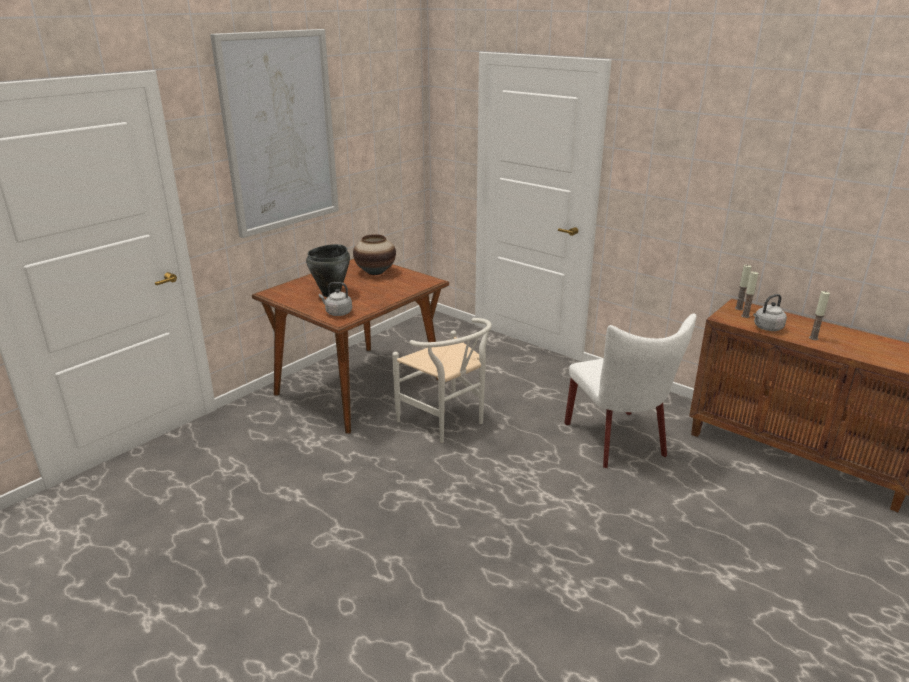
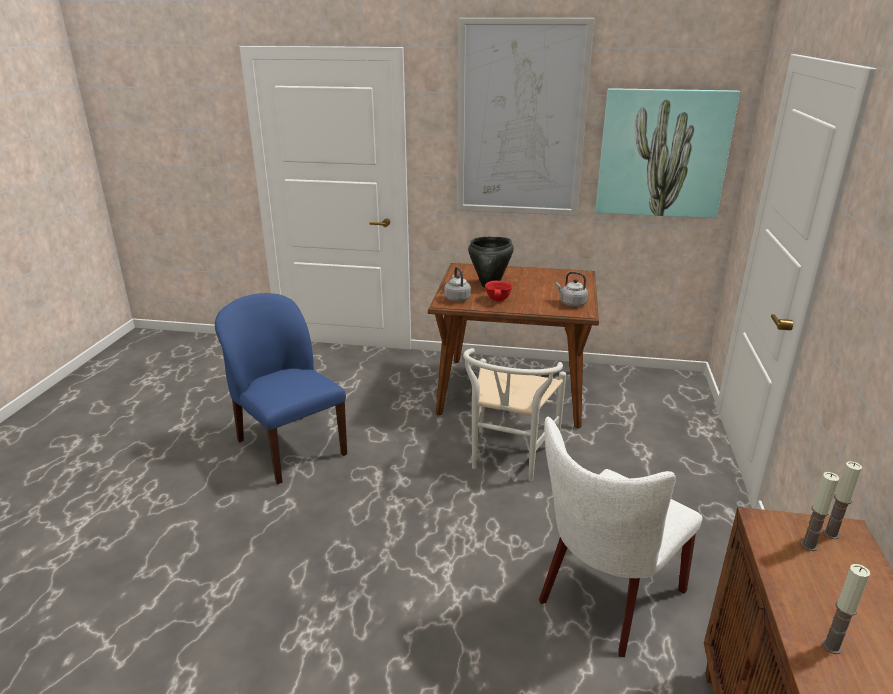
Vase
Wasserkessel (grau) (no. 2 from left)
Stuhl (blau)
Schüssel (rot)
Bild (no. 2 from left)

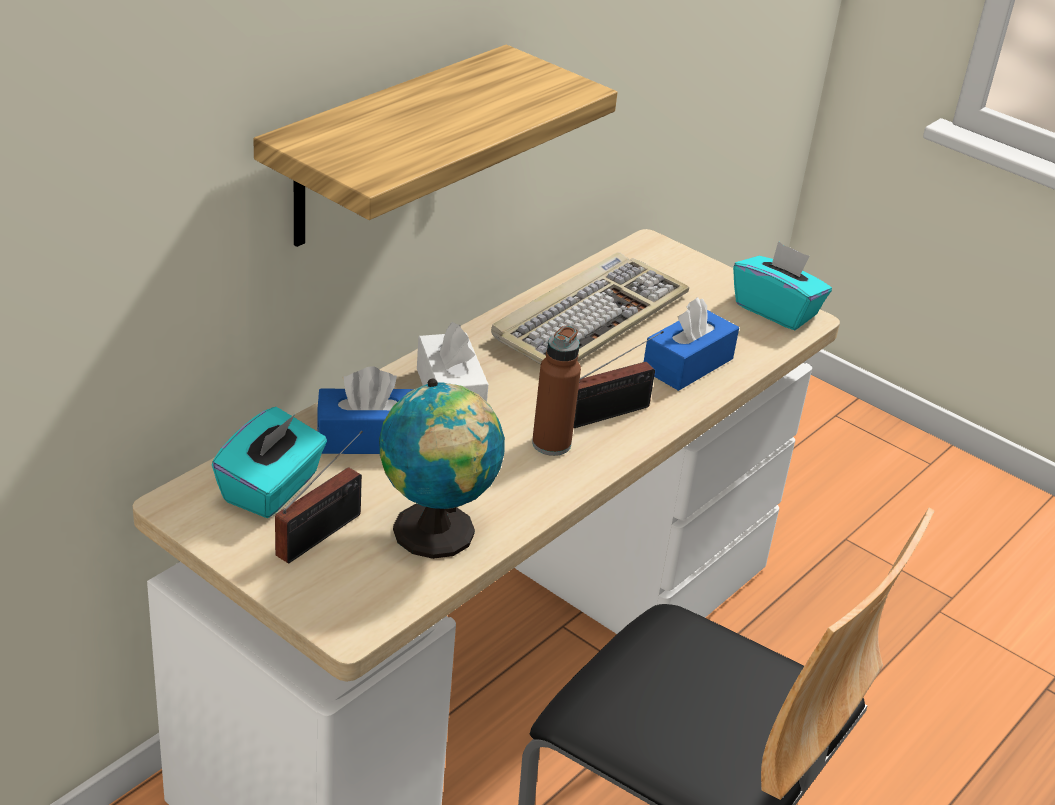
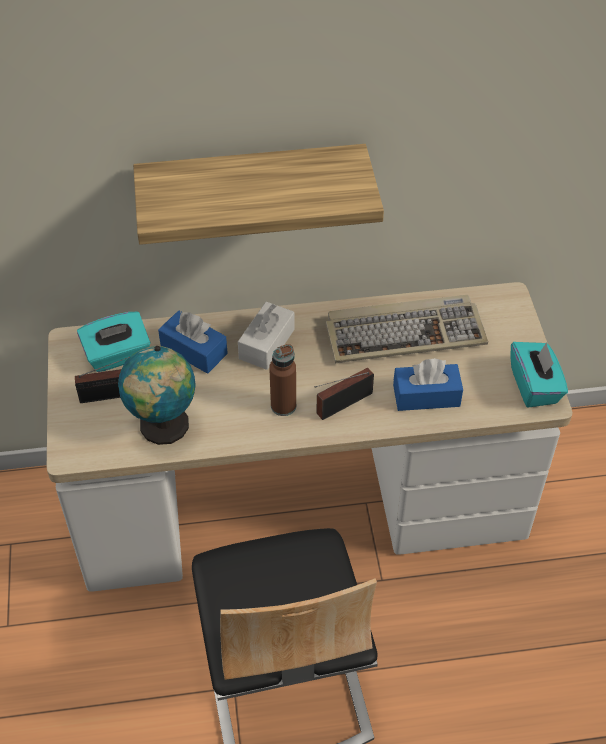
Radio (no. 2 from left)

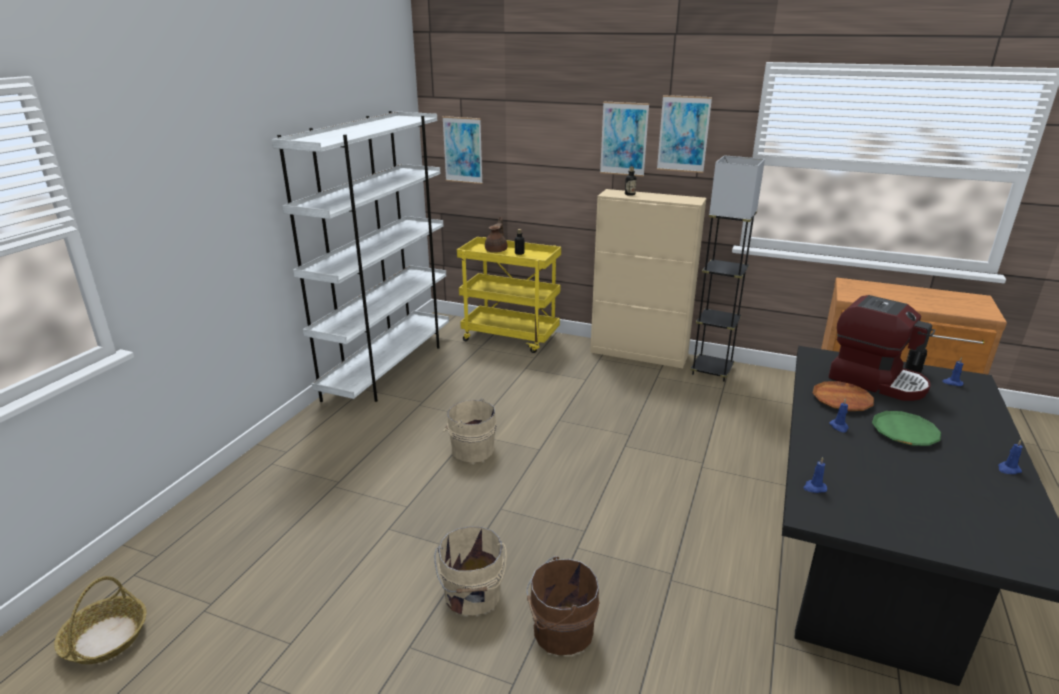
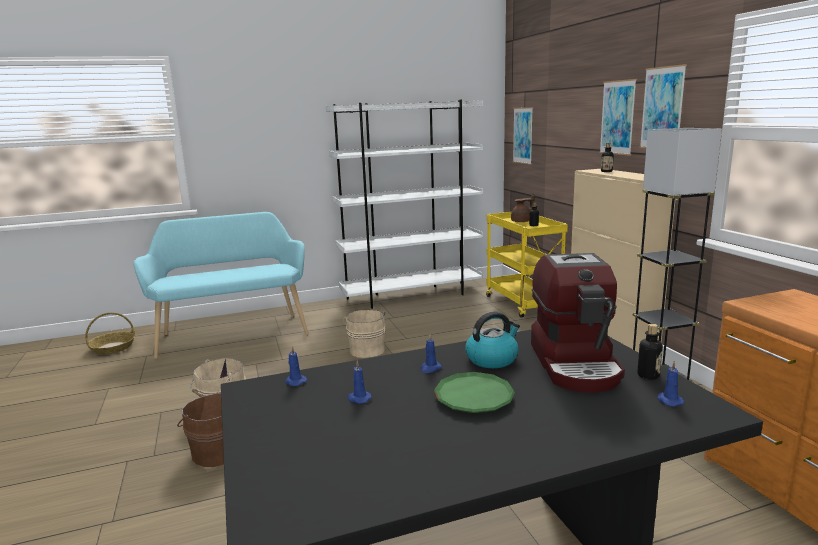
Wasserkessel
Kerze (blau) (no. 2 from left)
Bank (türkis)

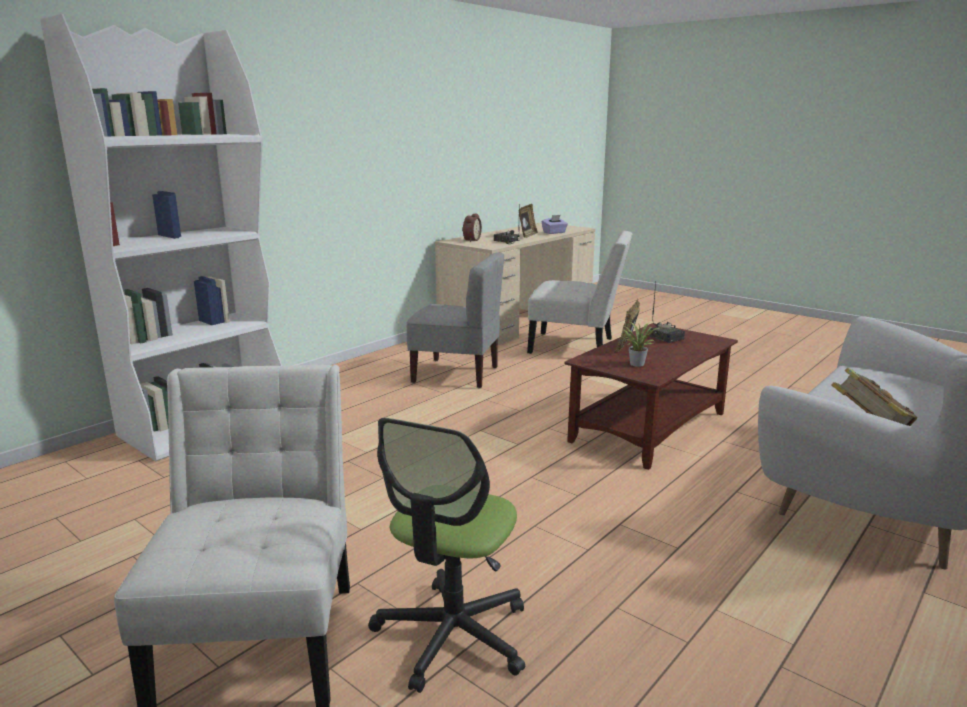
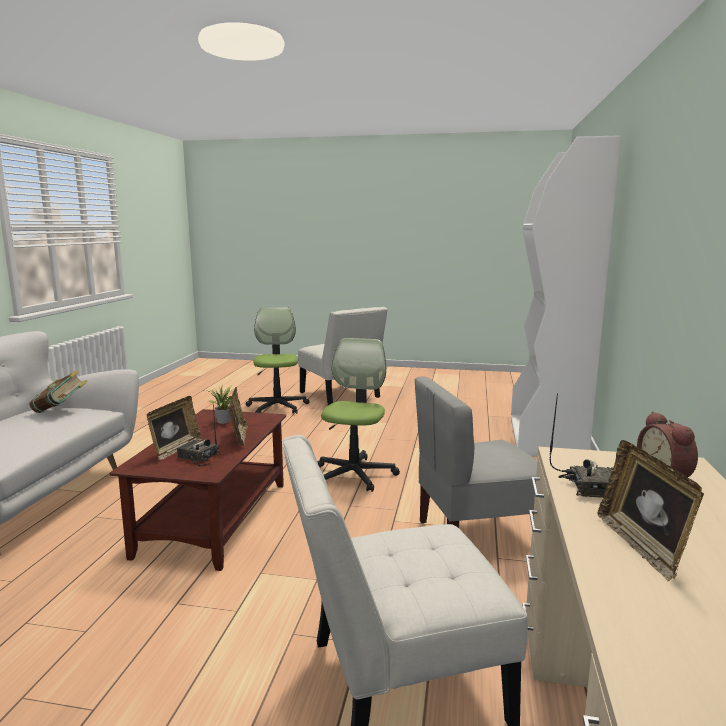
Taschentuchbox (lila)
Bilderrahmen (no. 1 from left)
Bürostuhl (no. 2 from left)

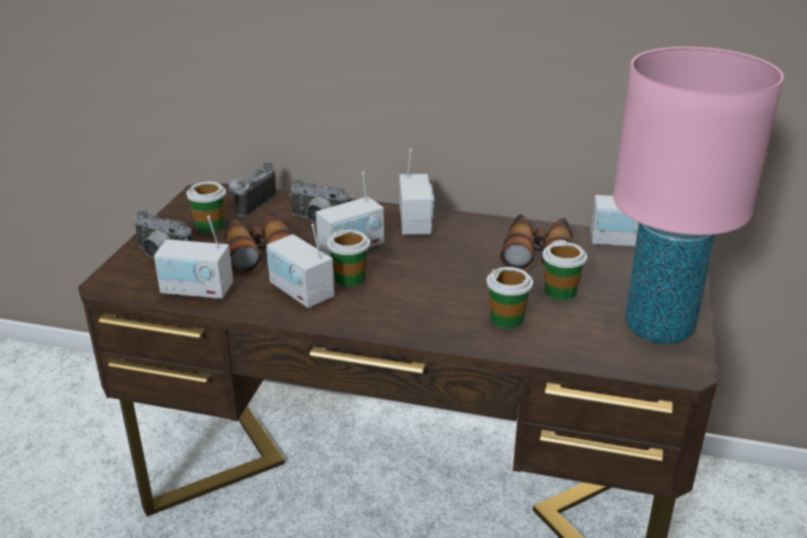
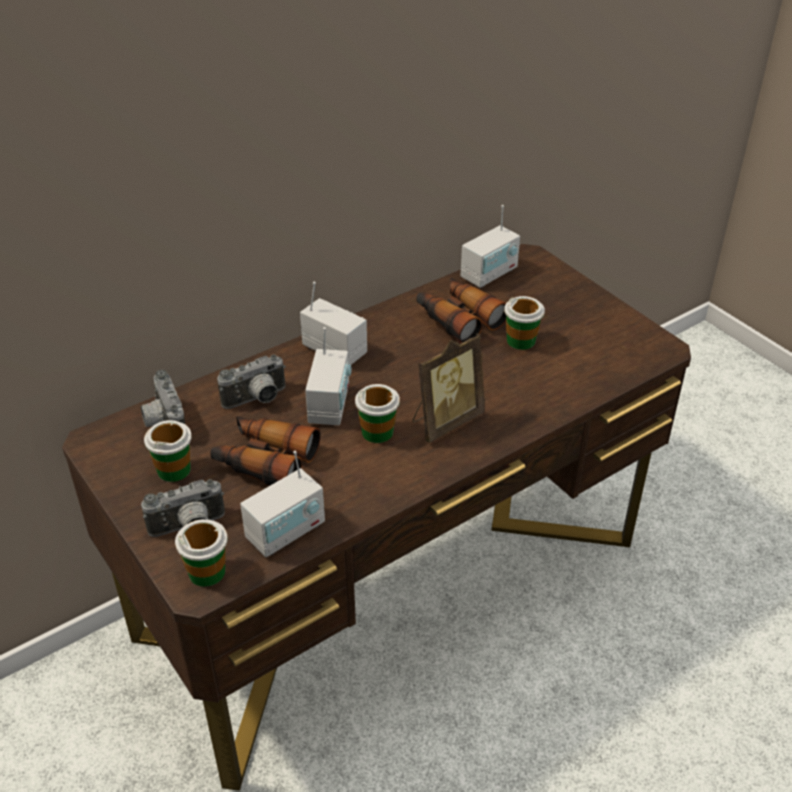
Radio (no. 2 from left in the first image)
Tasse (no. 2 from left)
Tischlampe (rosa)
Bilderrahmen

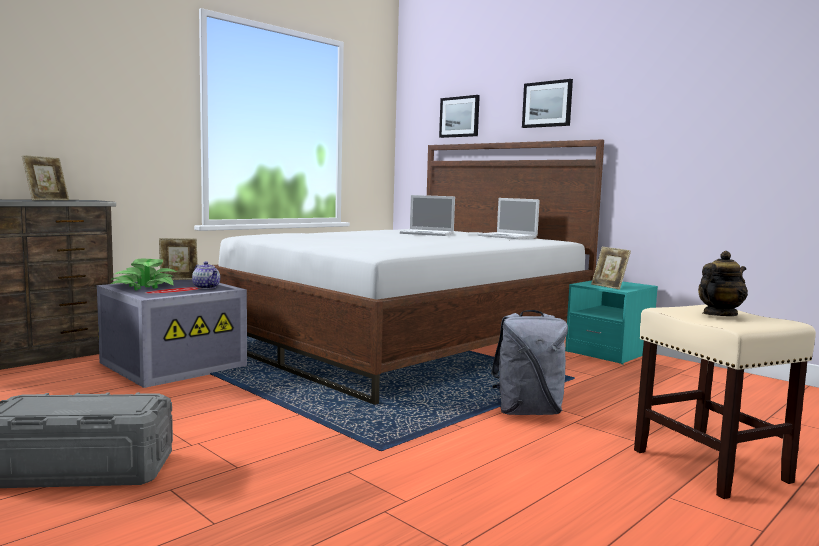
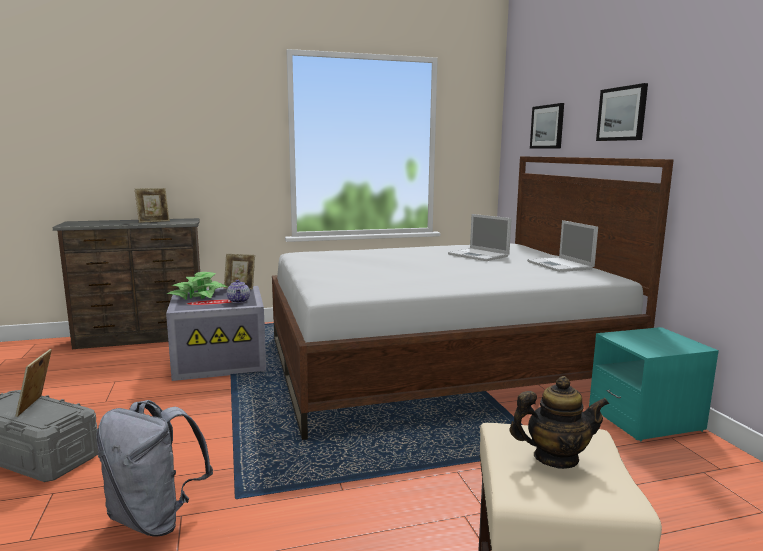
Rucksack (grau)
Bilderrahmen (no. 1 from left)

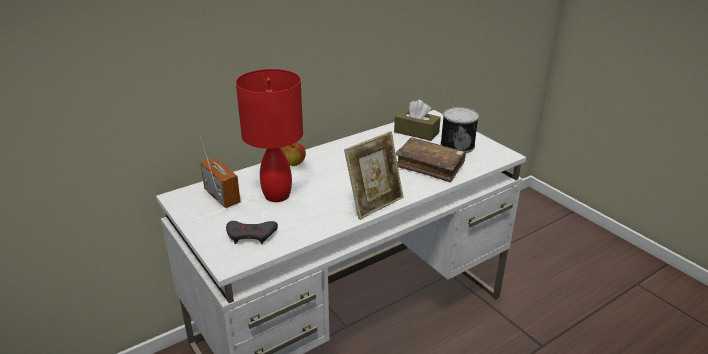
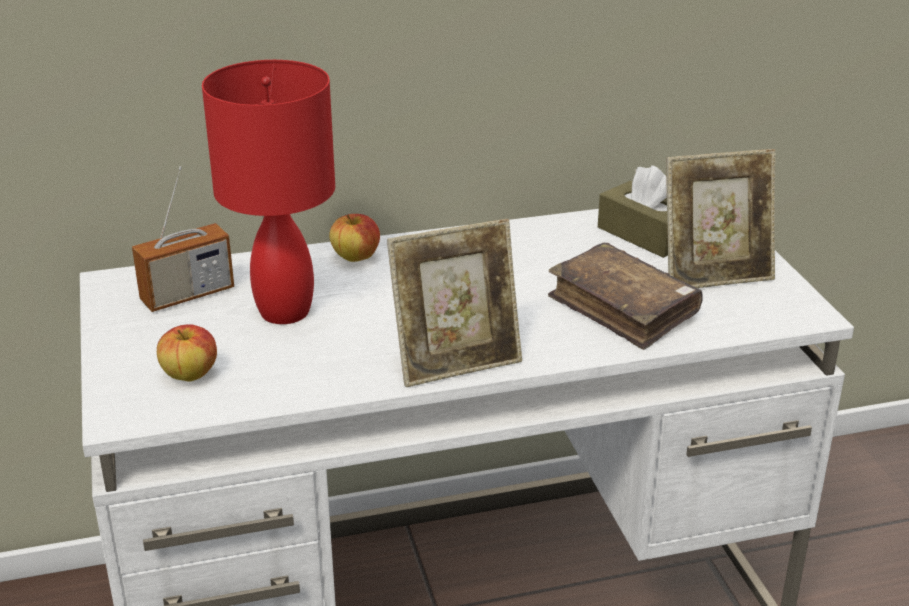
Radio
Apfel (no. 1 from left)
Bilderrahmen (no. 2 from left)

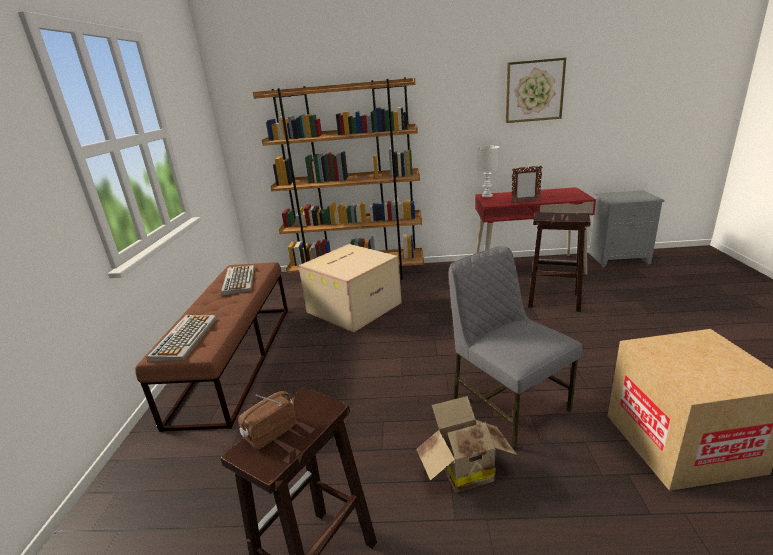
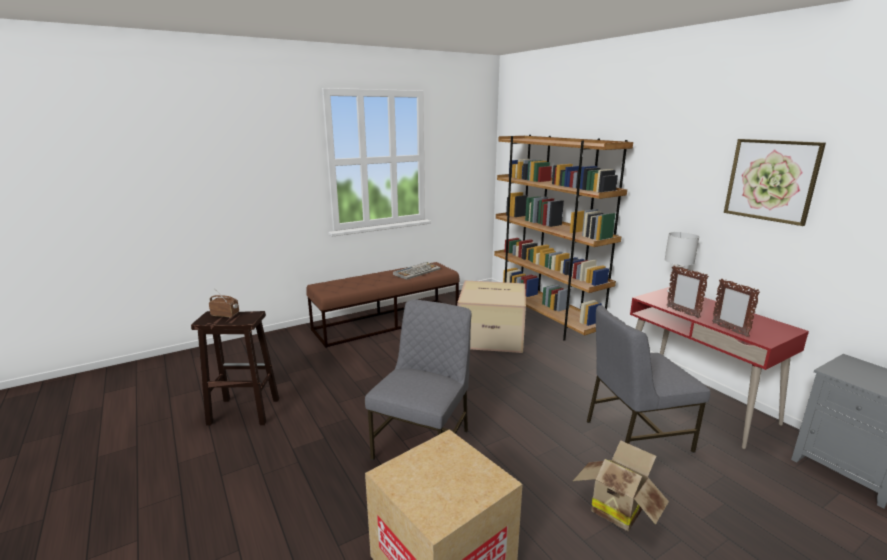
Tastatur (no. 1 from left in the first image)
Karton (no. 3 from left)
Stuhl (grau) (no. 2 from left)
Bilderrahmen (no. 2 from left)

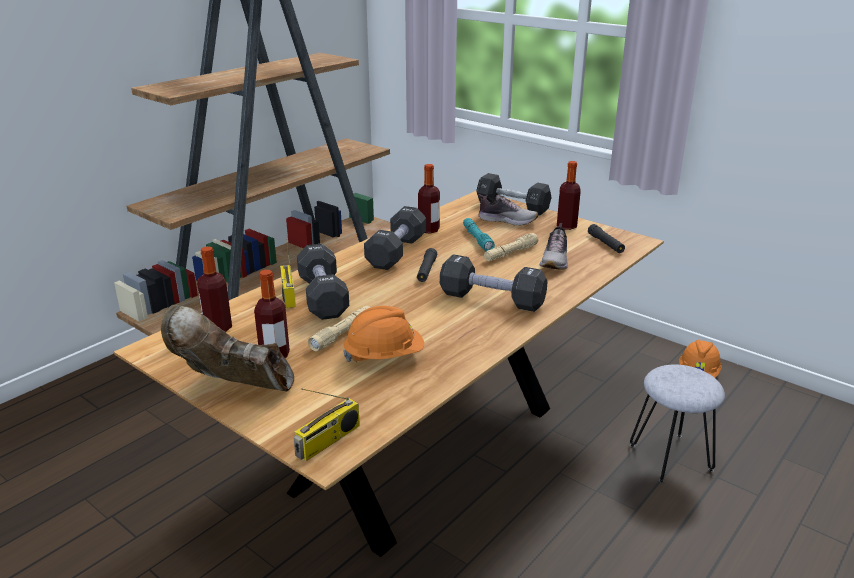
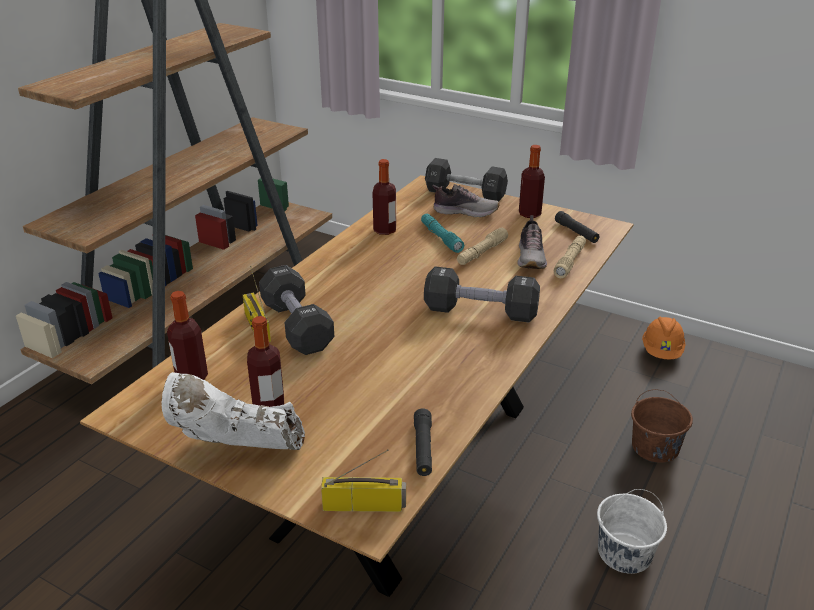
Stiefel (weiß)
Radio (no. 2 from left)
Taschenlampe (beige) (no. 2 from left)
Schutzhelm (orange) (no. 1 from left in the first image)
Hantel (schwarz) (no. 2 from left in the first image)
Taschenlampe (schwarz) (no. 1 from left)
Eimer (braun)
Eimer (weiß)

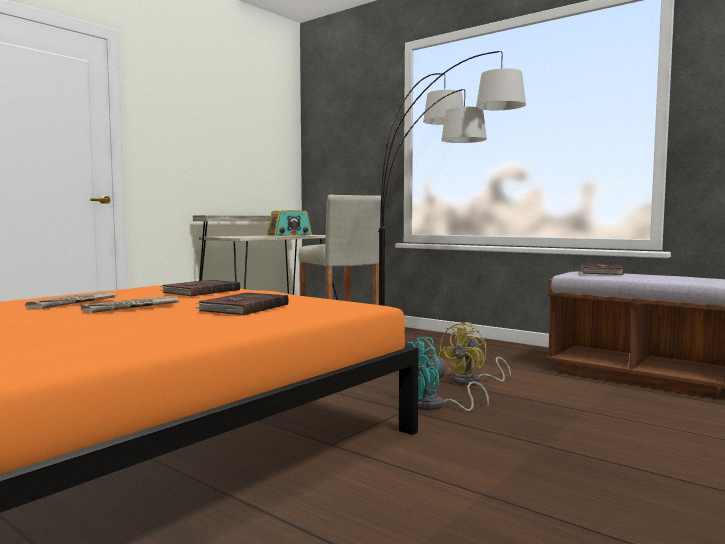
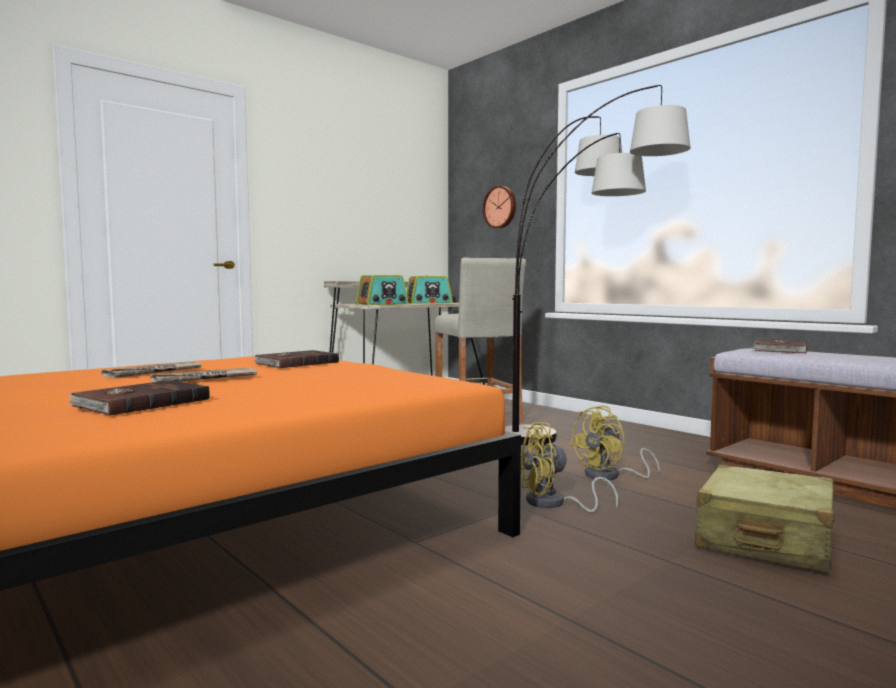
Buch (braun) (no. 1 from left)
Ventilator (gelb) (no. 1 from left)
Radio (no. 1 from left)
Wanduhr
Koffer (beige)

